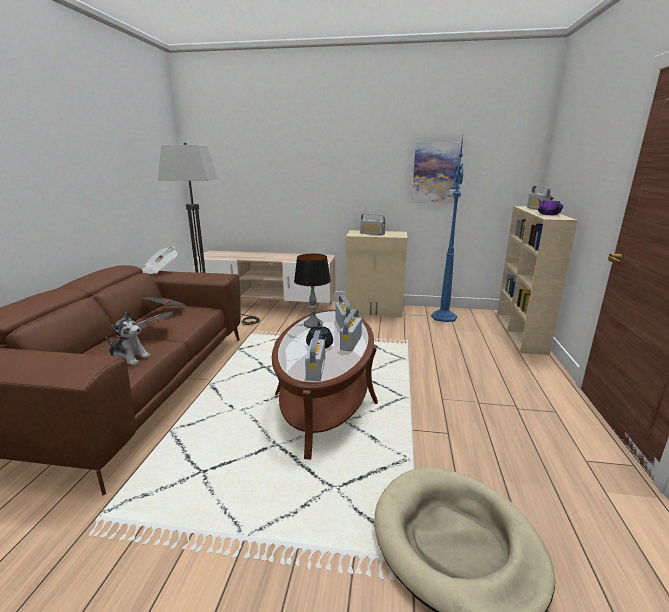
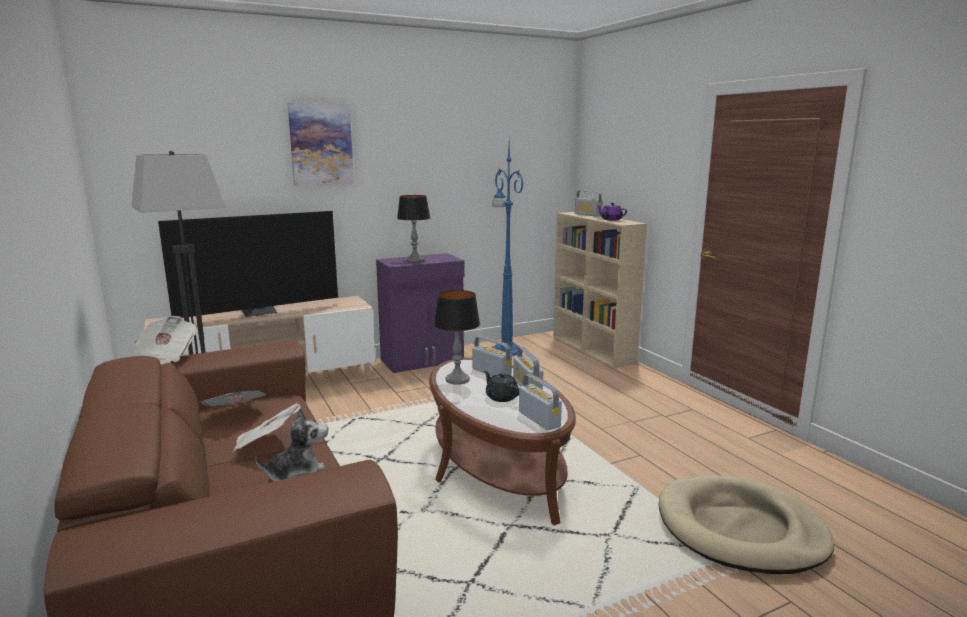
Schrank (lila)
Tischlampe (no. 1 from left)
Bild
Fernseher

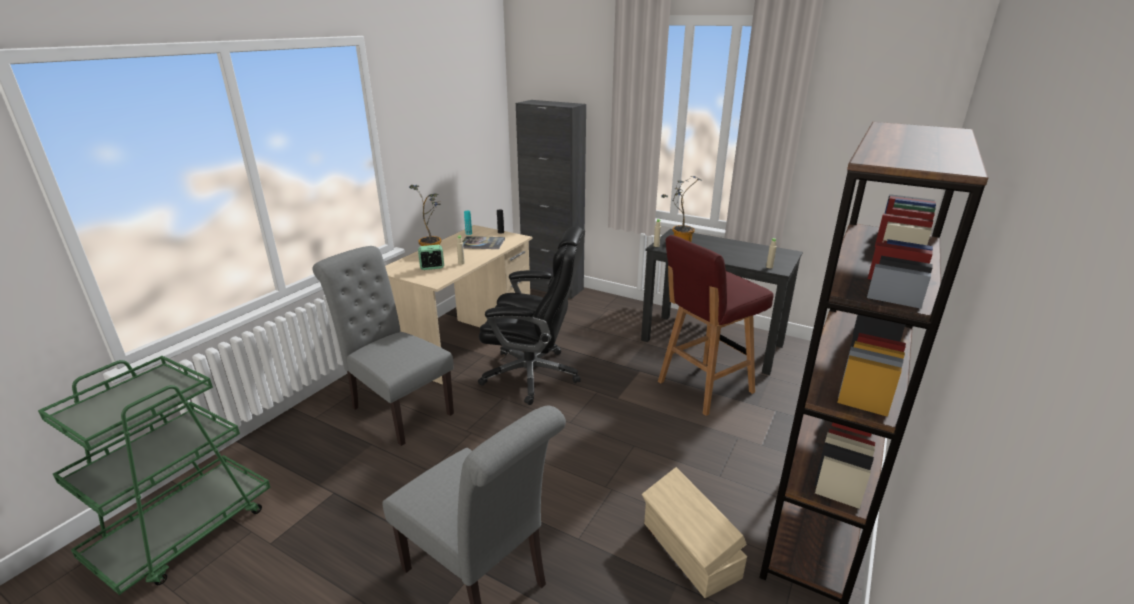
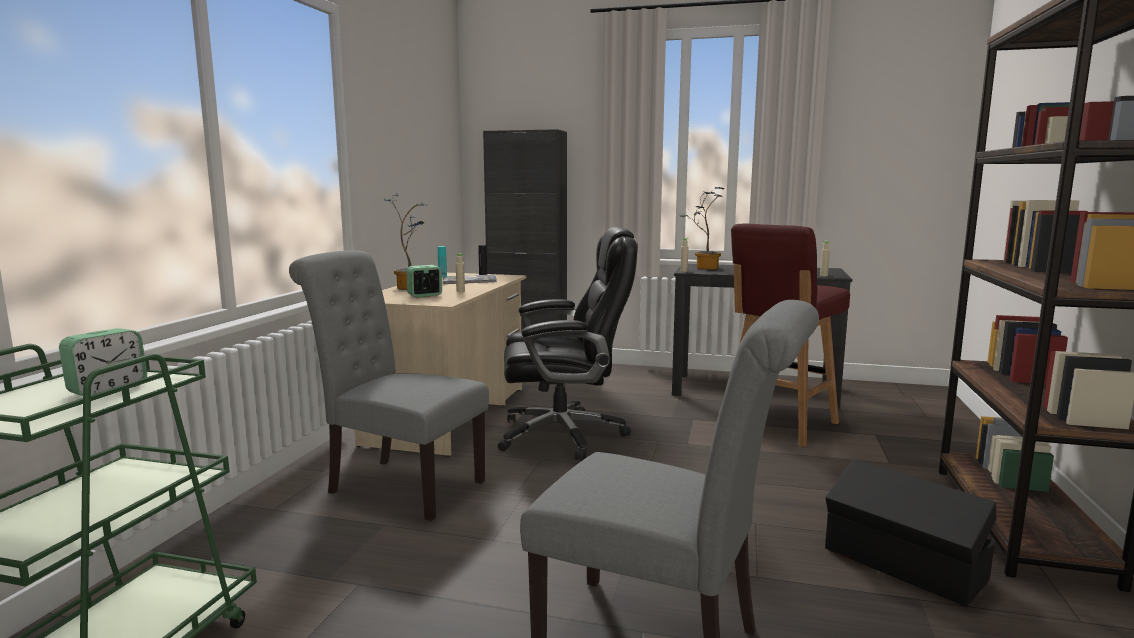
Aufbewahrungsbox (schwarz)
Wecker (no. 1 from left)

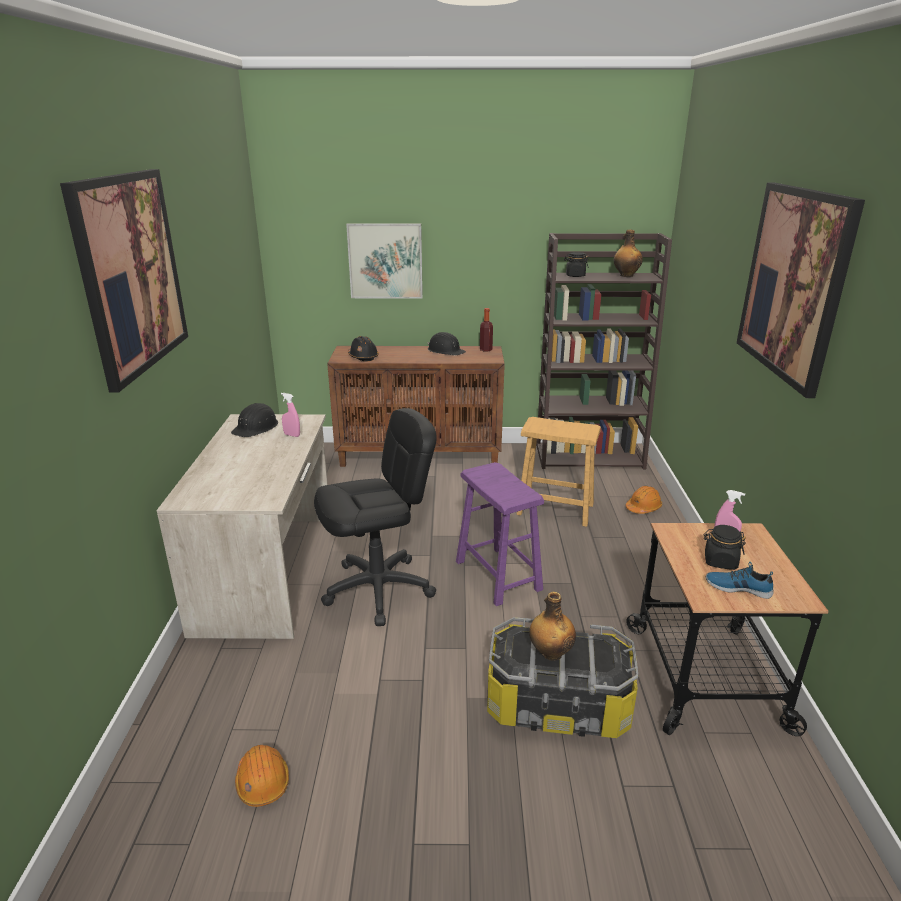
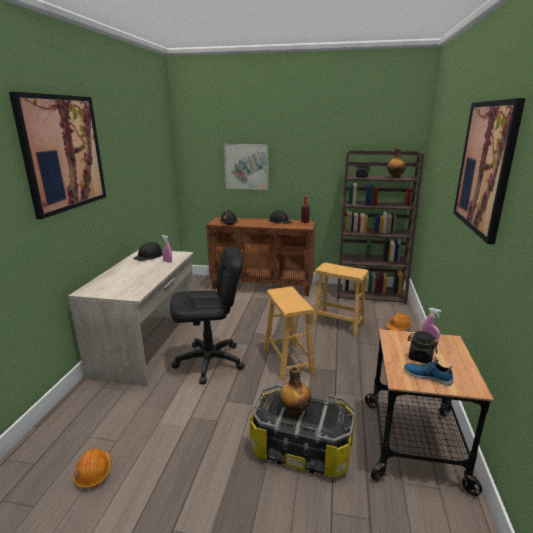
Hocker (braun) (no. 1 from left)

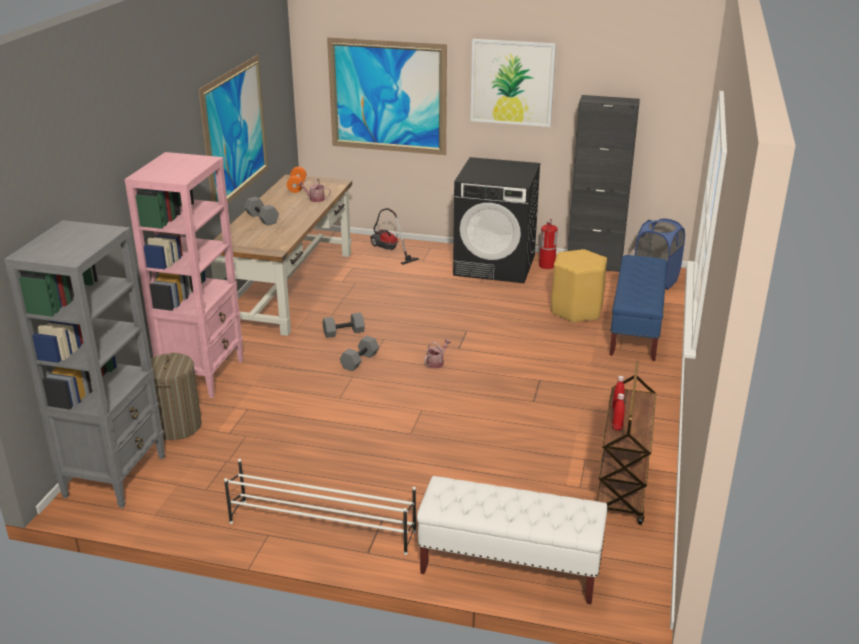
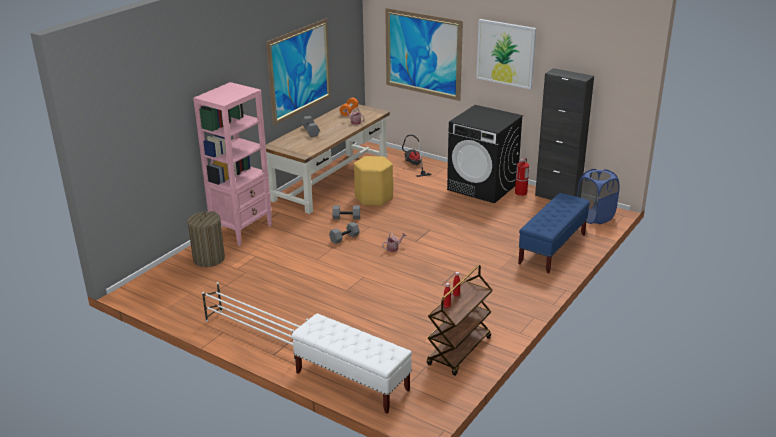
Bücherregal (grau)
Hocker (gelb)

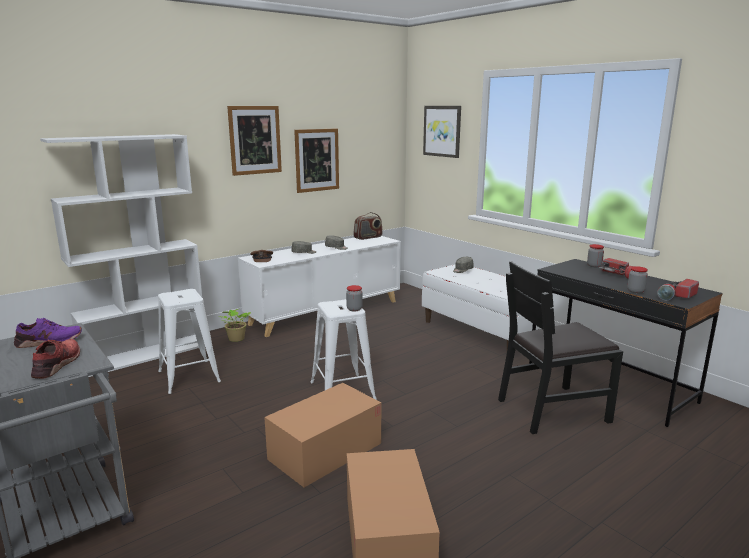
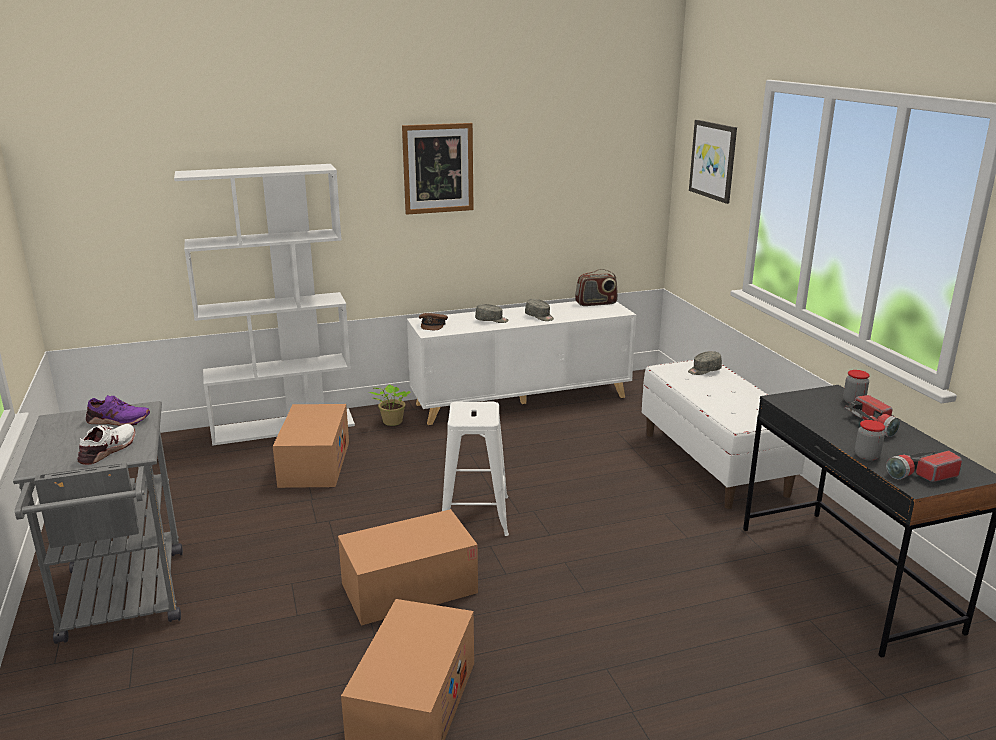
Schuh (weiß)
Karton (no. 1 from left)
Bild (no. 2 from left in the first image)
Vorratsglas (no. 1 from left in the first image)
Stuhl (schwarz)

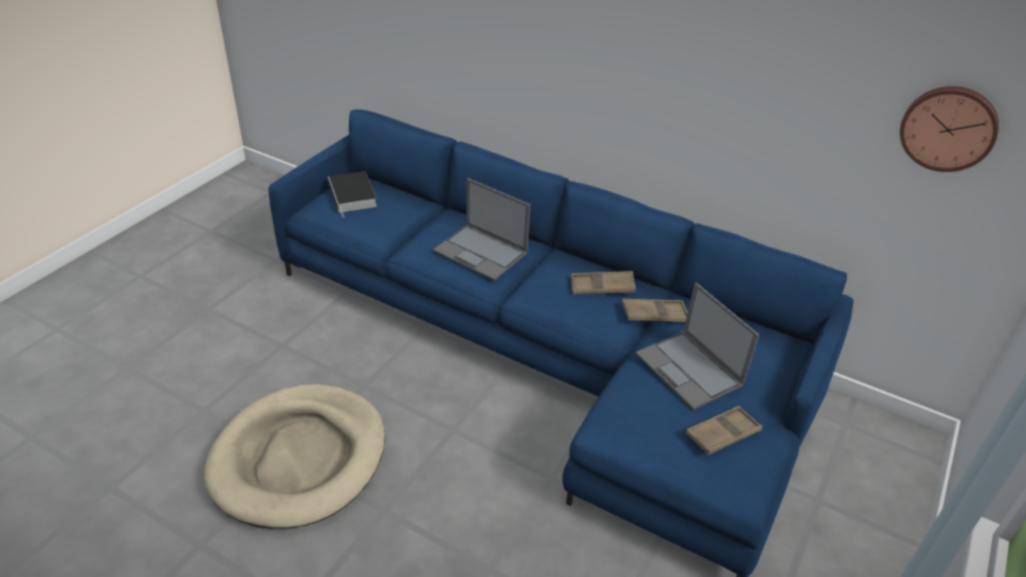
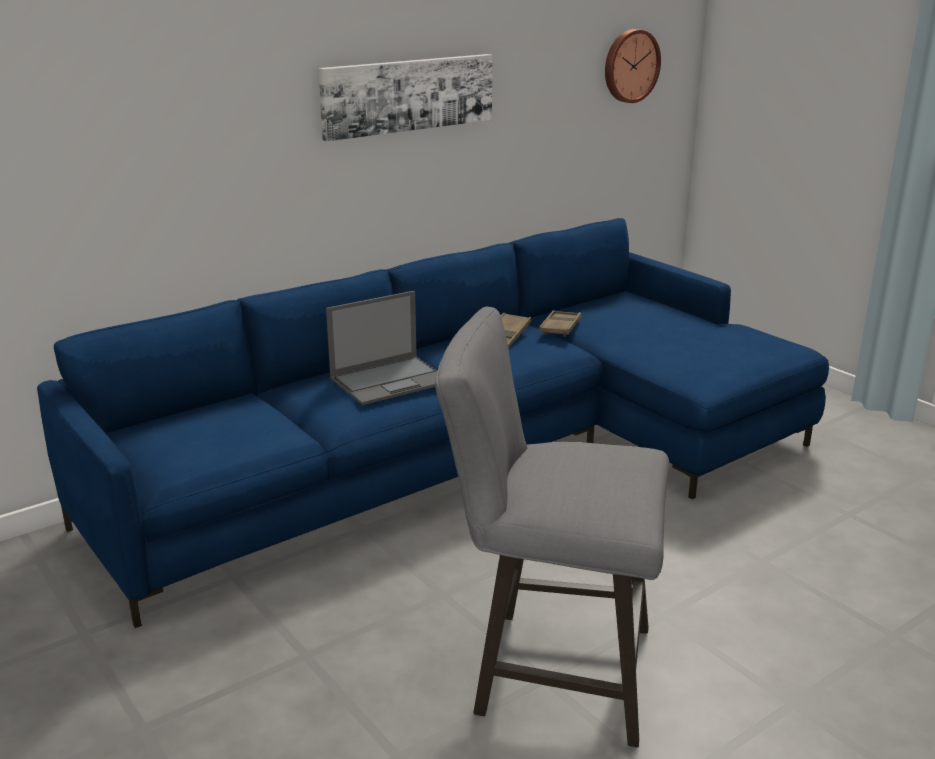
Hocker (grau)
Buch
Laptop (no. 2 from left in the first image)
Tablett (braun) (no. 3 from left in the first image)
Bild

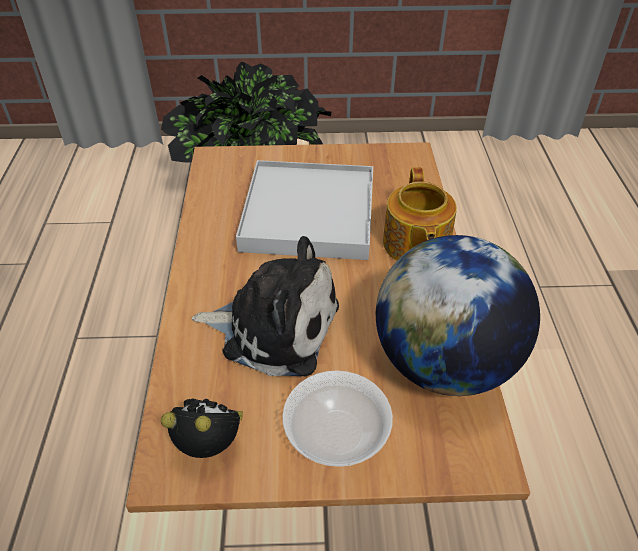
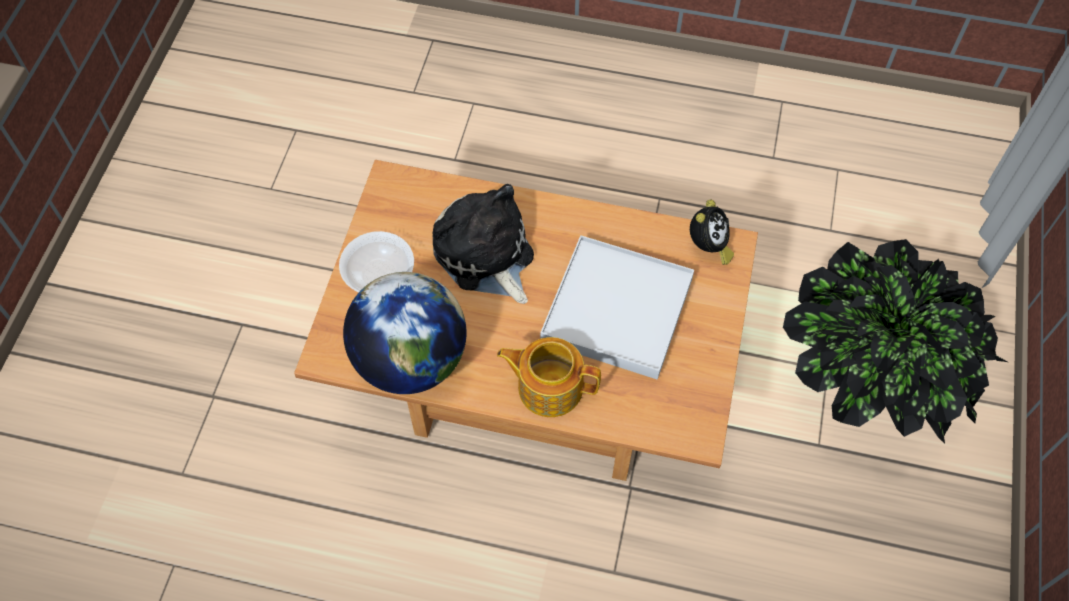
Wecker
Plüschtier

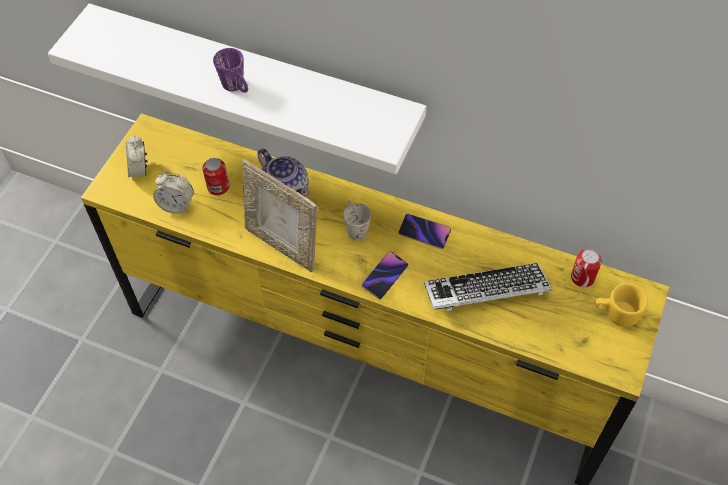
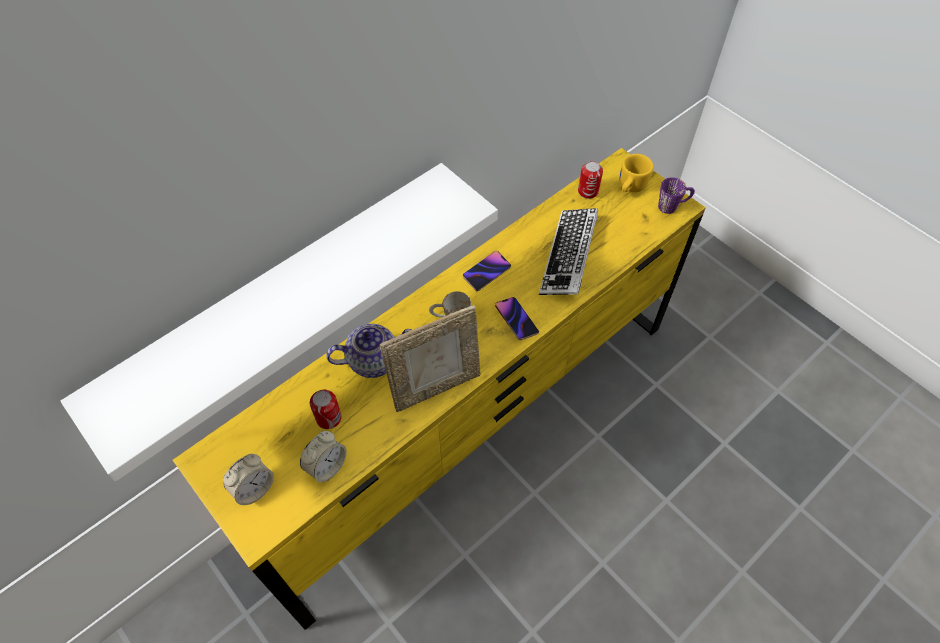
Wecker (no. 1 from left)
Henkelbecher (lila)

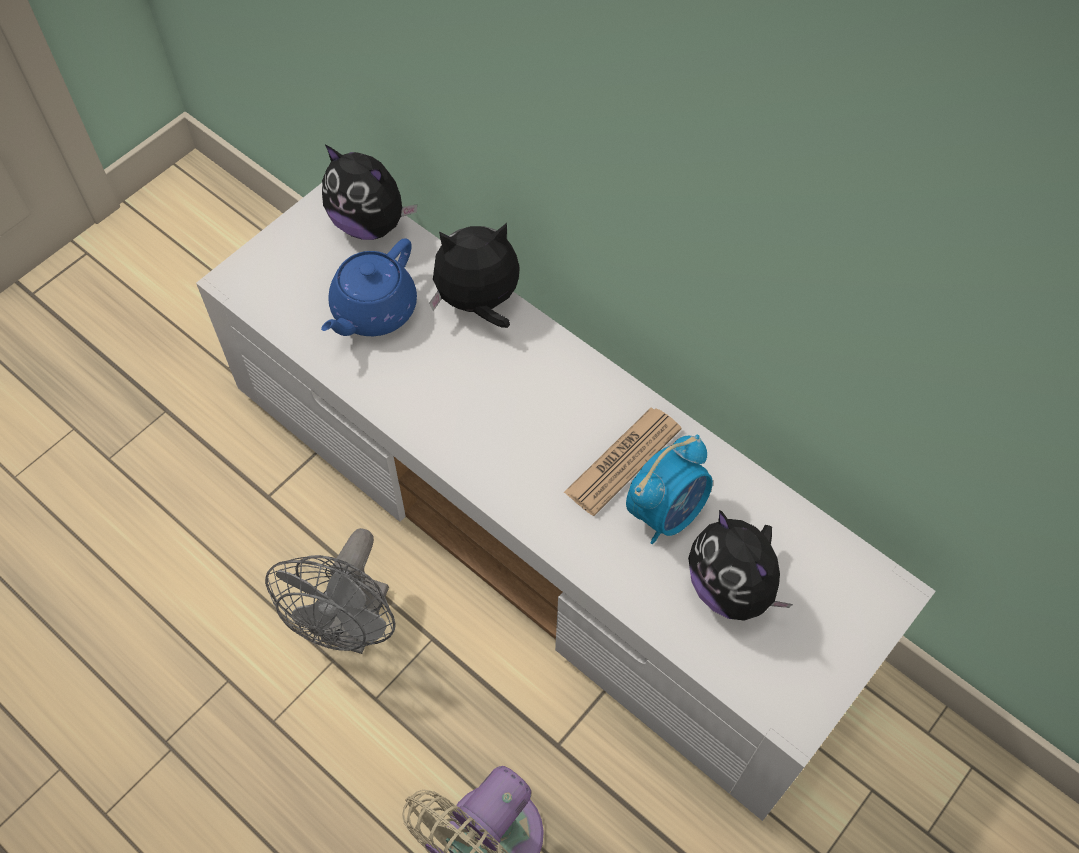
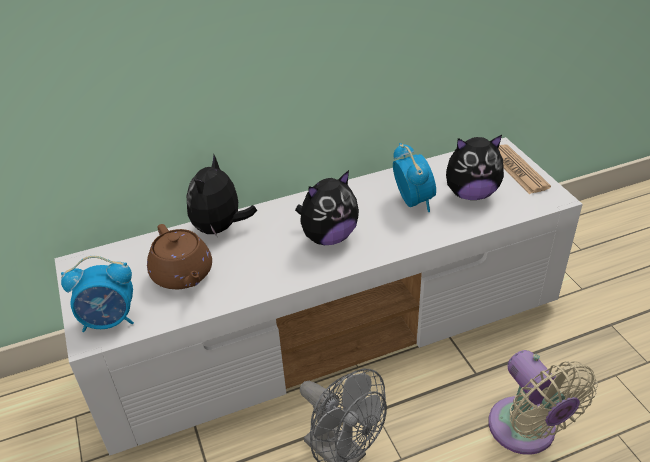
Teekanne (braun)
Plüschtier (no. 2 from left)
Zeitung
Wecker (no. 1 from left)

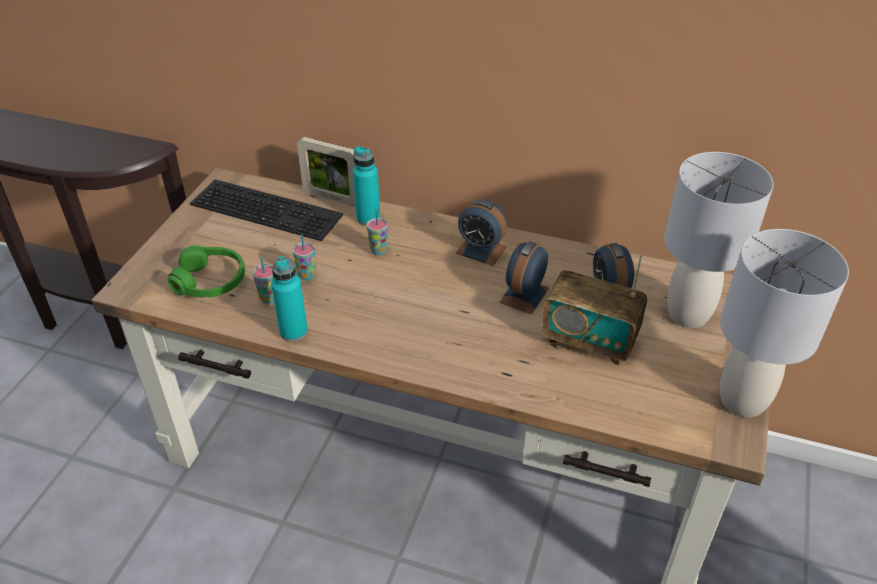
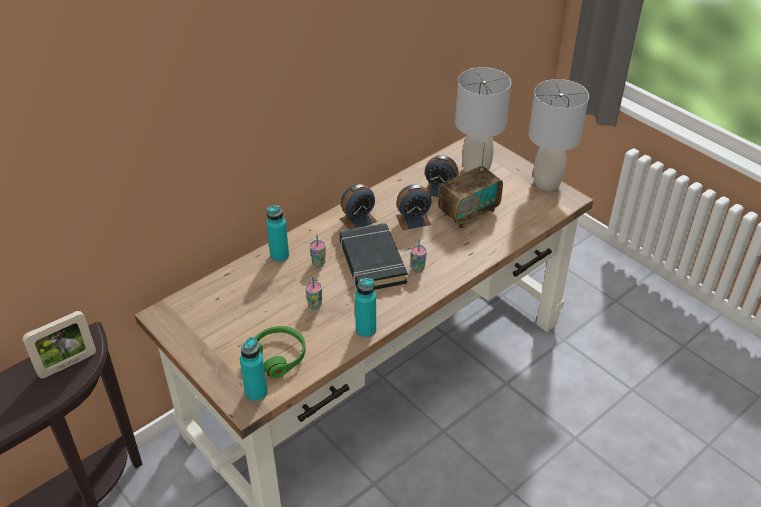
Tastatur
Tasse (no. 3 from left)
Bilderrahmen
Wecker (no. 2 from left)
Flasche (türkis) (no. 1 from left)
Buch (schwarz)

